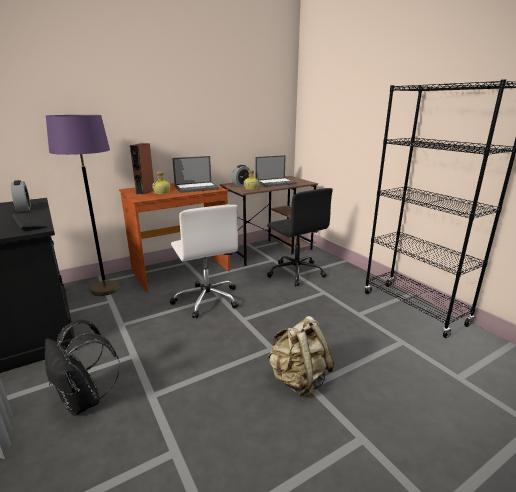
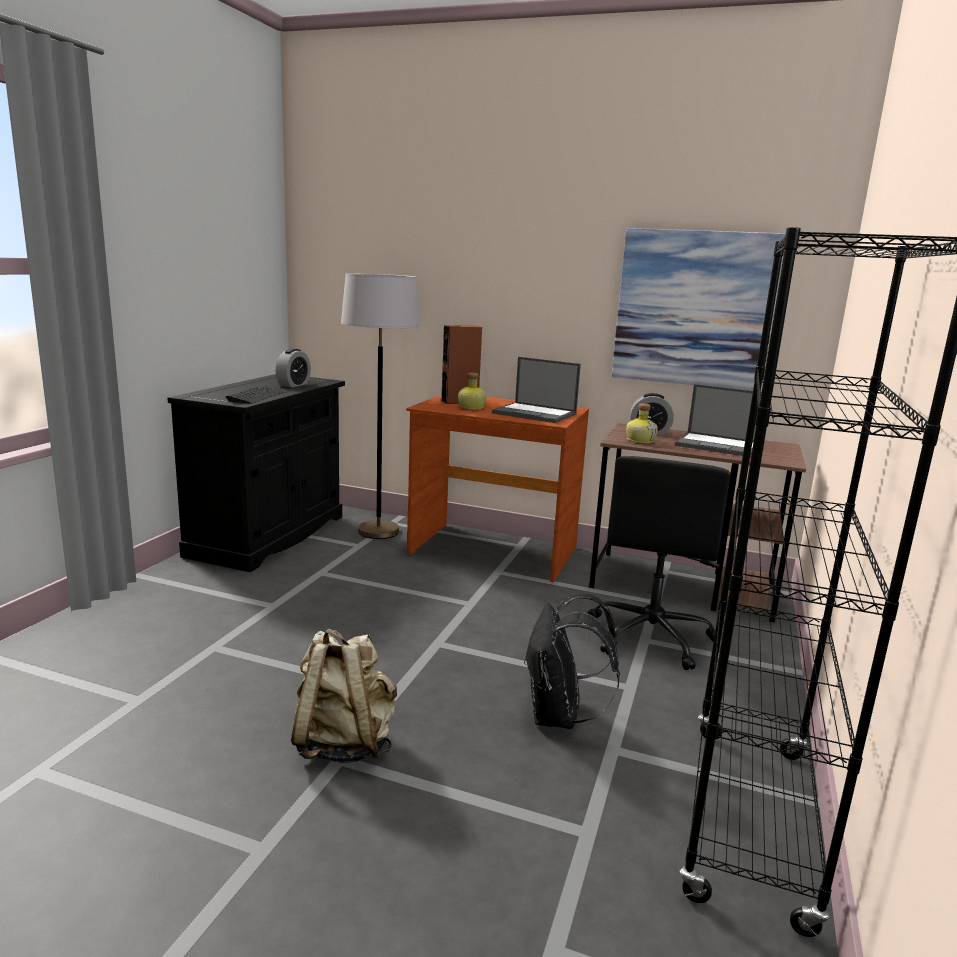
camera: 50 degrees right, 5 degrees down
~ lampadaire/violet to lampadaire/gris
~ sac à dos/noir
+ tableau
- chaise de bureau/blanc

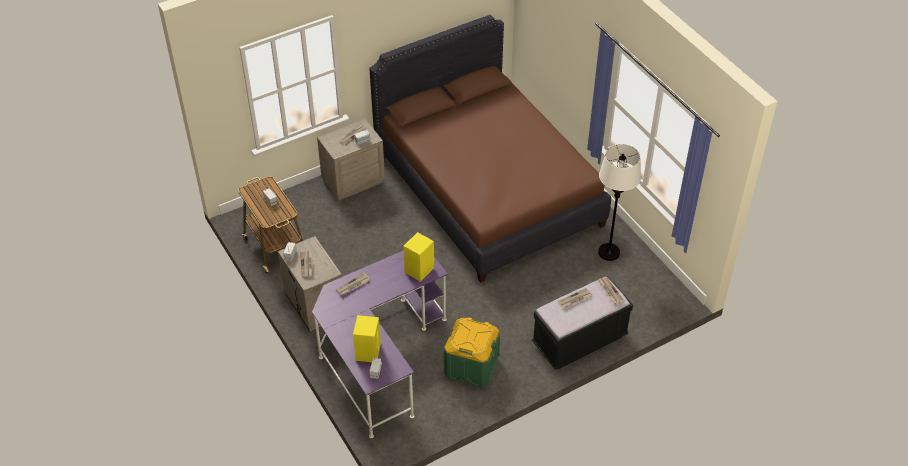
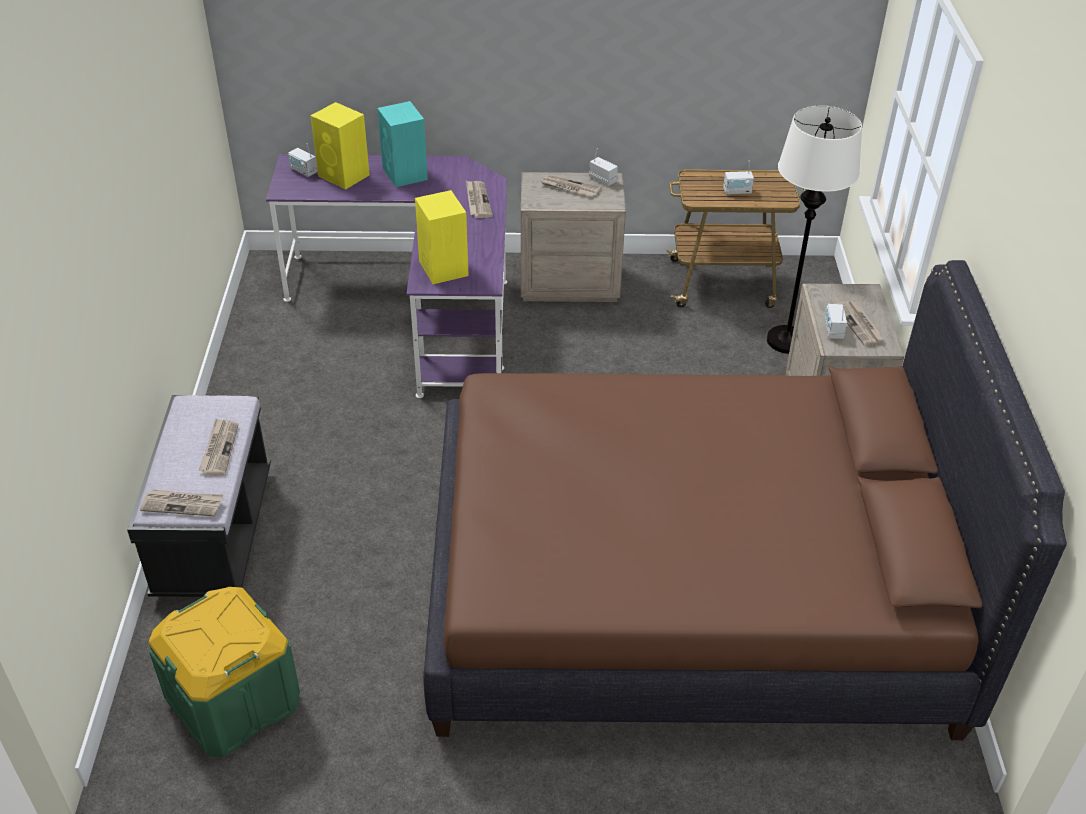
camera: 120 degrees right, 5 degrees down
~ boîte de rangement/vert
+ enceinte/turquoise
~ lampadaire/blanc

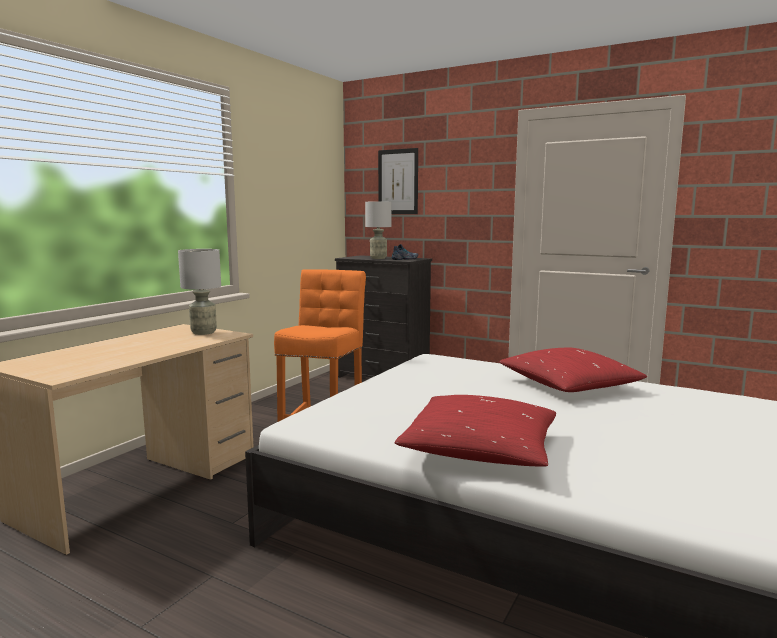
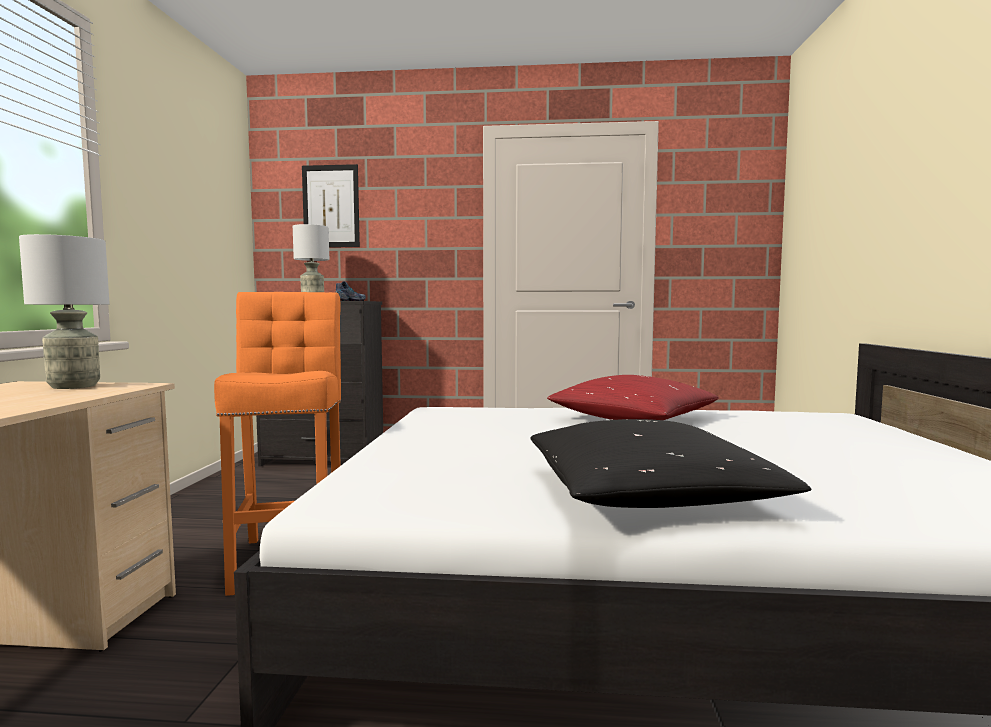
camera: 25 degrees left, 5 degrees down
~ coussin/rouge (no. 1 from left) to coussin/noir

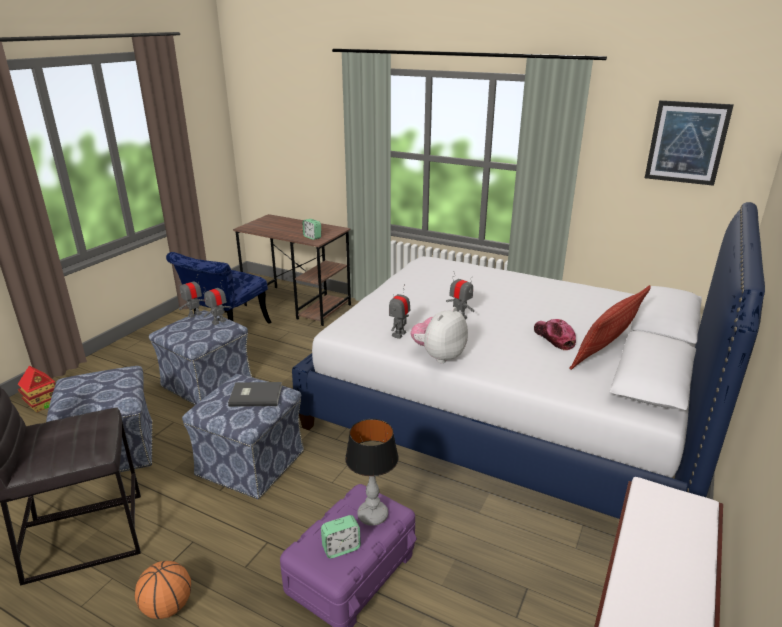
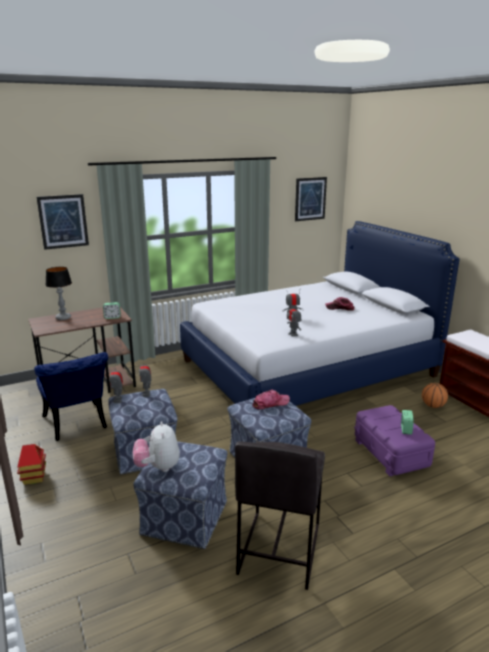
camera: 55 degrees left, 5 degrees down
~ maison miniature
+ tableau (no. 1 from left)
~ lampe de table
~ peluche
~ livre/gris to casquette (no. 1 from left)
~ ballon de basket
- coussin

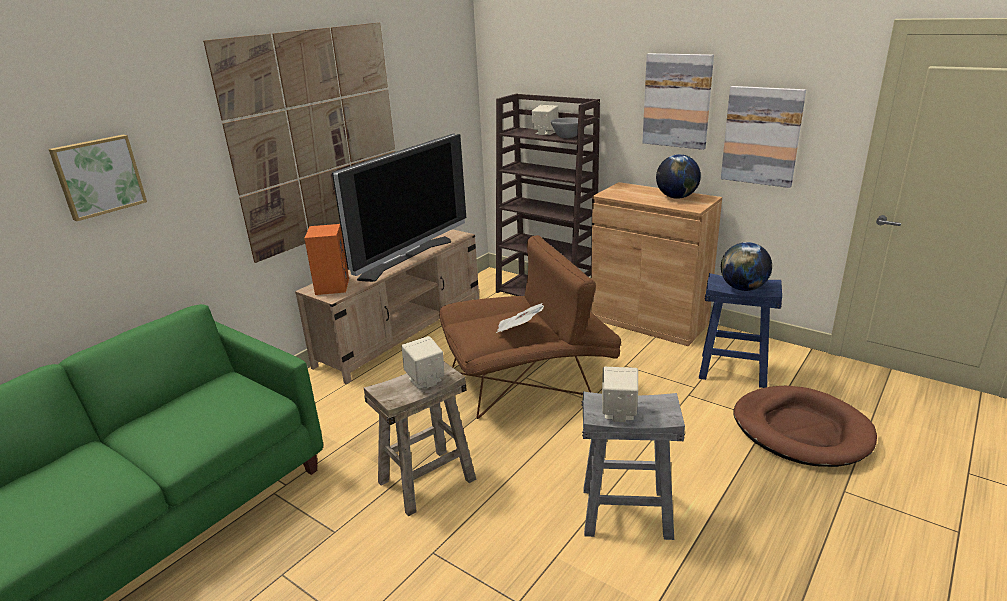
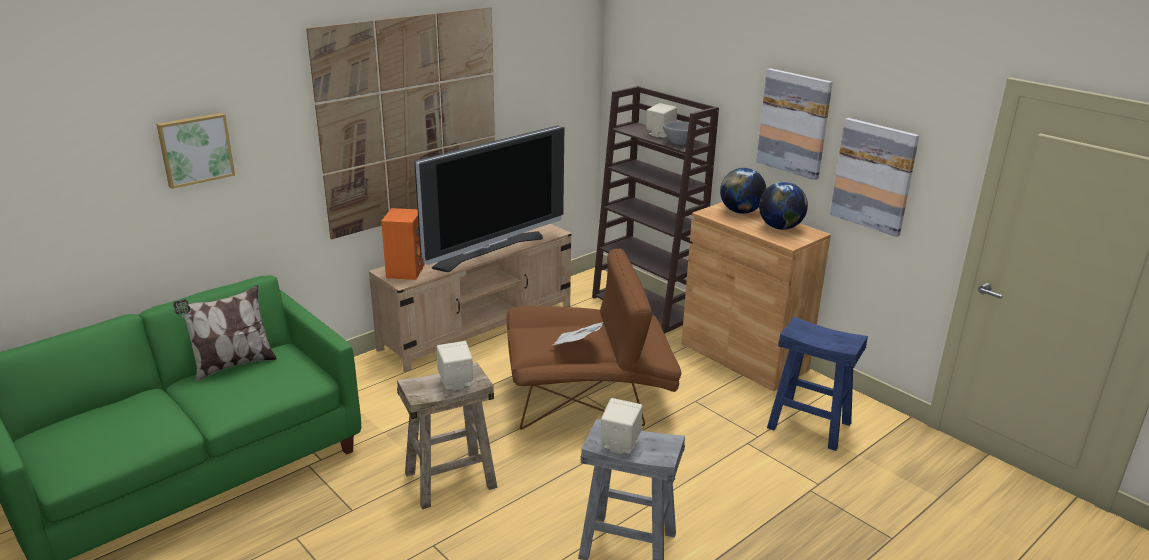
camera: 10 degrees right, 0 degrees up
+ coussin
~ globe (no. 2 from left in the first image) to globe (no. 1 from left)
- panier pour chien/marron

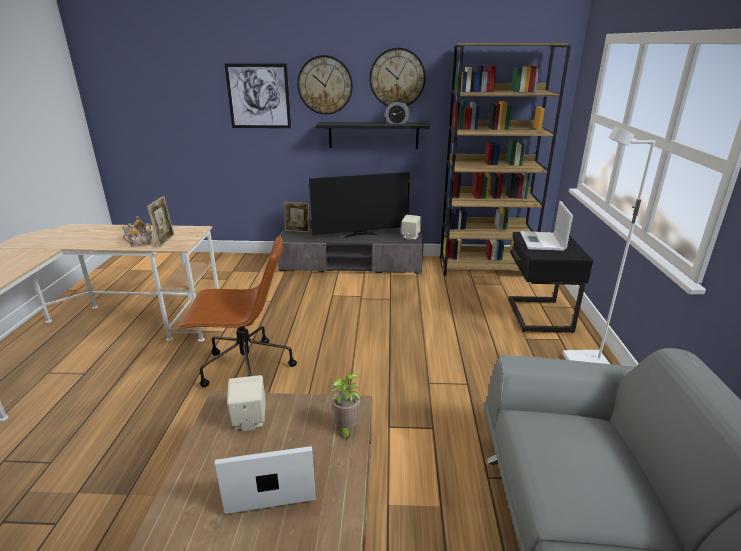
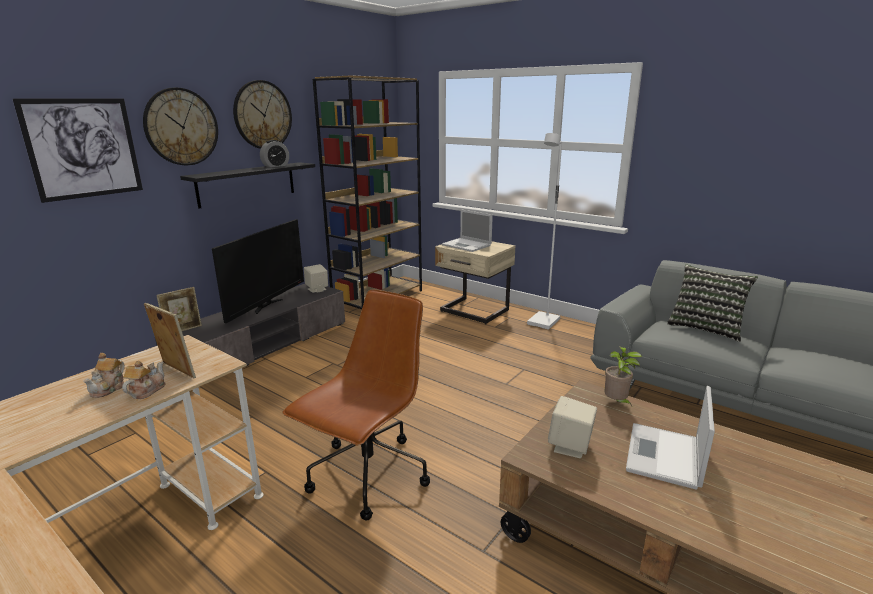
camera: 55 degrees left, 5 degrees down
~ table de chevet/noir to table de chevet/beige
+ coussin

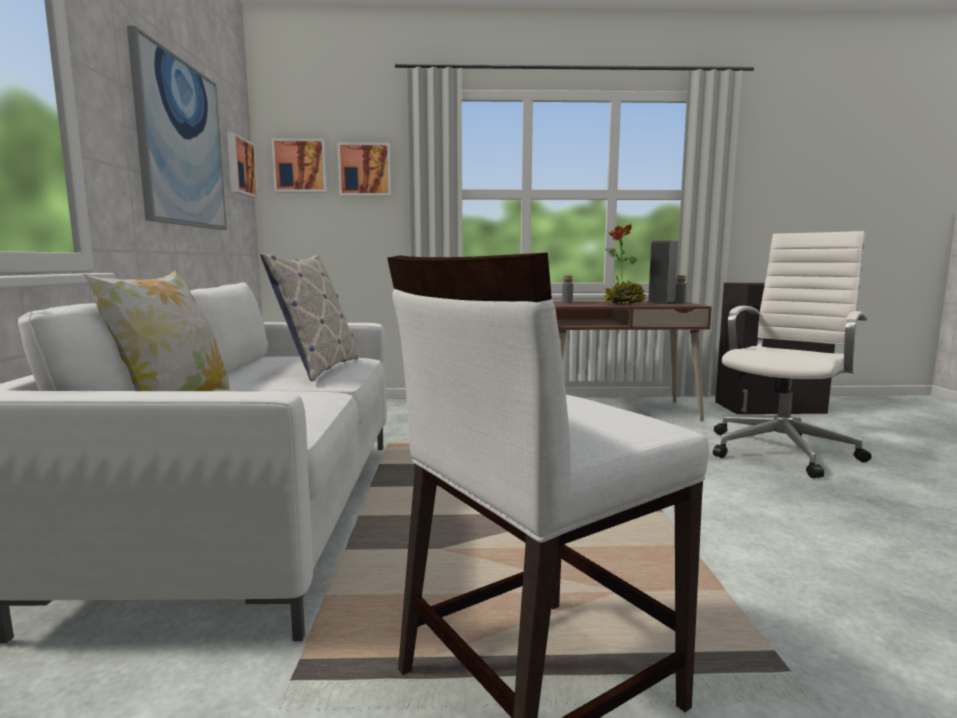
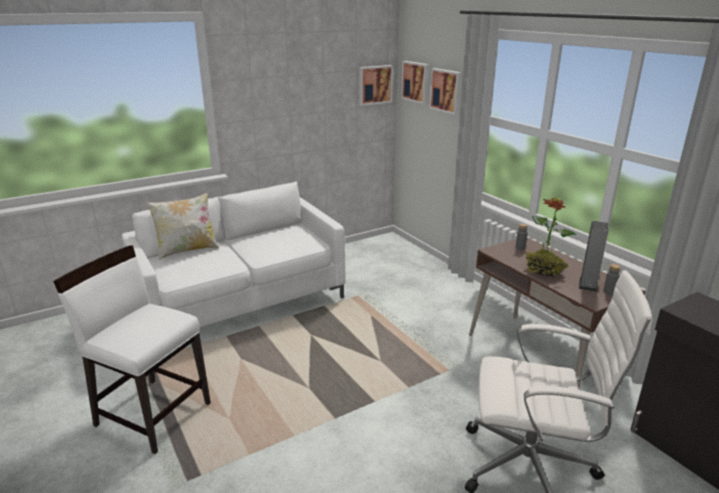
camera: 60 degrees right, 15 degrees up
- tableau (no. 1 from left)
- coussin (no. 2 from left)

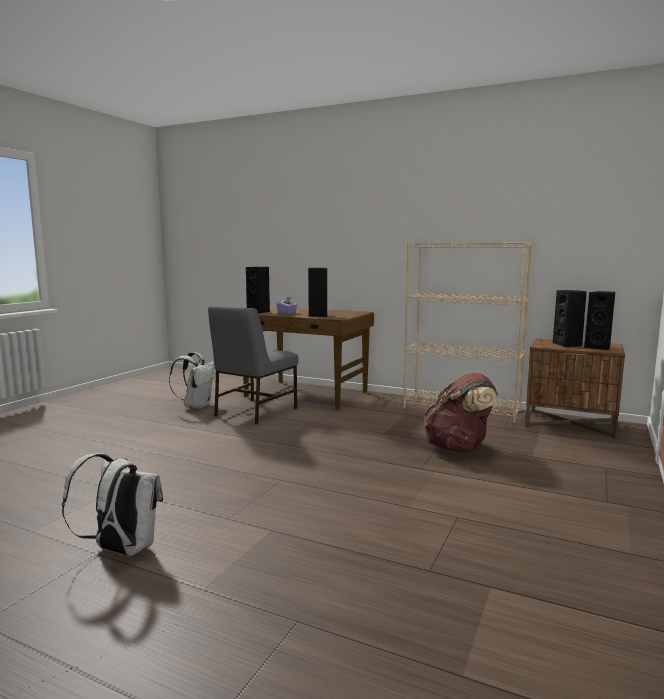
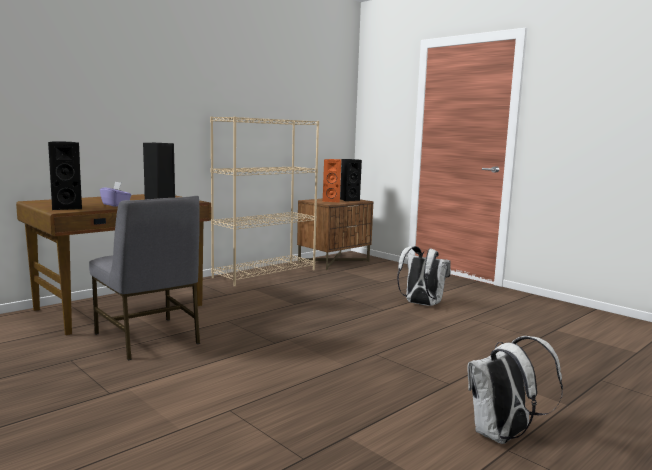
camera: 70 degrees left, 0 degrees up
~ enceinte/noir (no. 3 from left) to enceinte/orange
~ sac à dos/blanc (no. 2 from left in the first image) to sac à dos/blanc (no. 1 from left)
- sac à dos/marron

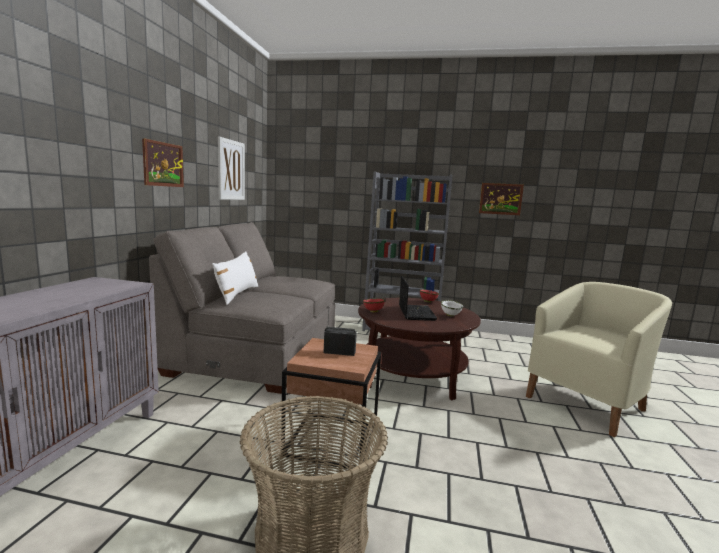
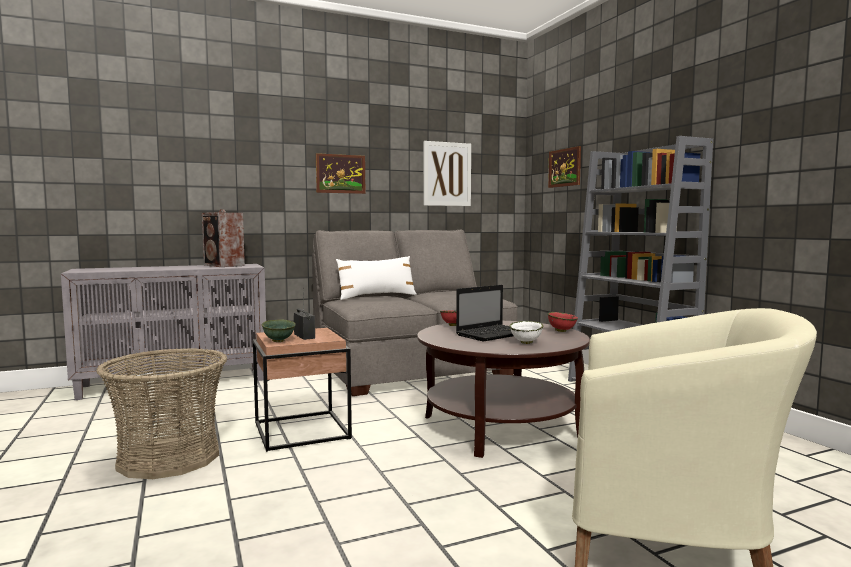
camera: 55 degrees right, 5 degrees down
+ enceinte
+ bol/vert
~ tableau (no. 3 from left)

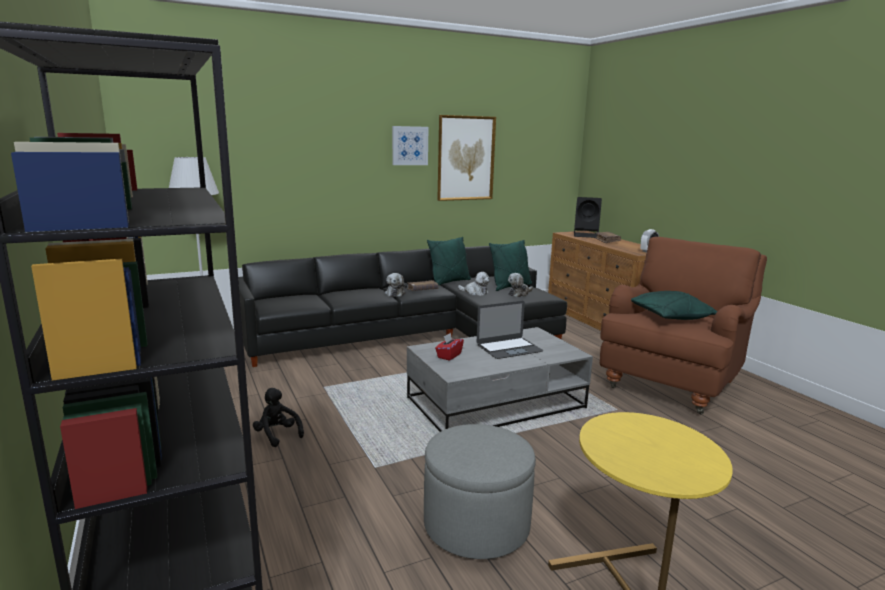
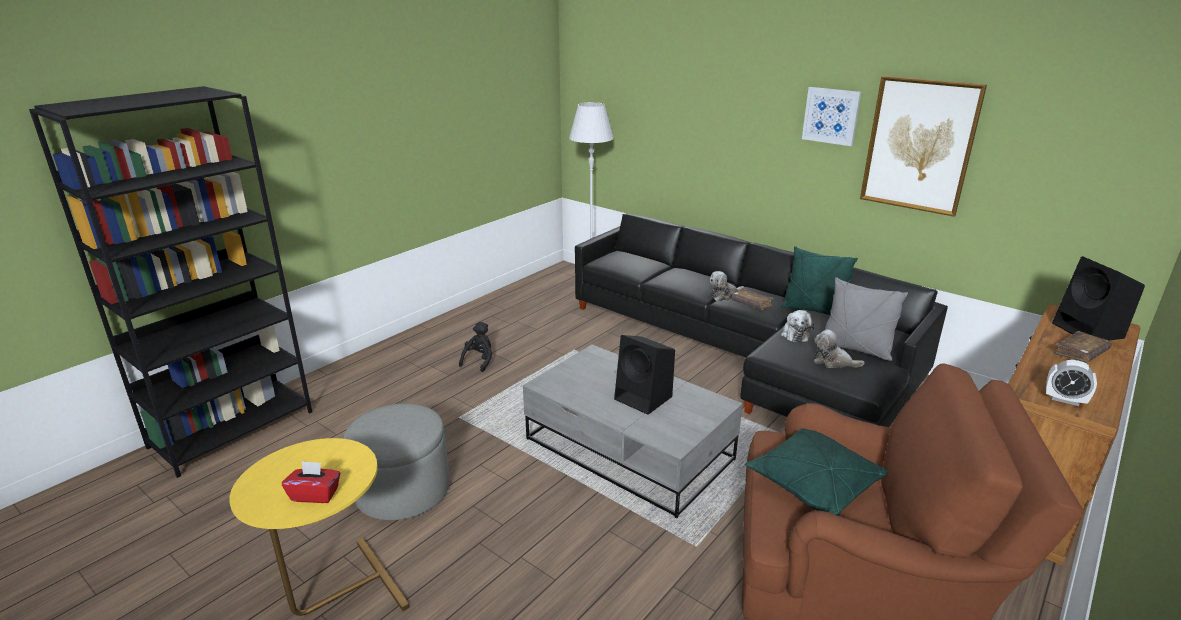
camera: 65 degrees right, 10 degrees up
~ boîte à mouchoirs/rouge
~ ordinateur portable to enceinte/noir (no. 1 from left)
~ coussin/vert (no. 2 from left) to coussin/gris

